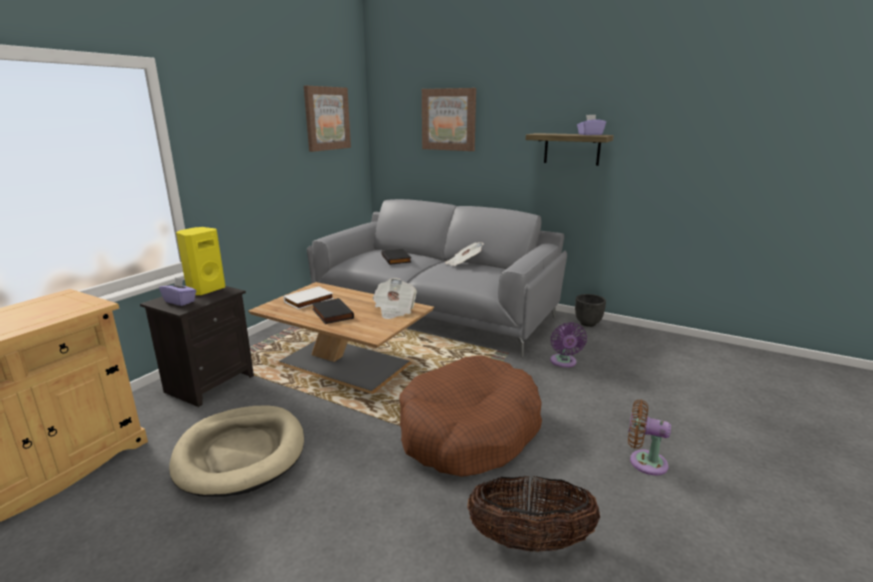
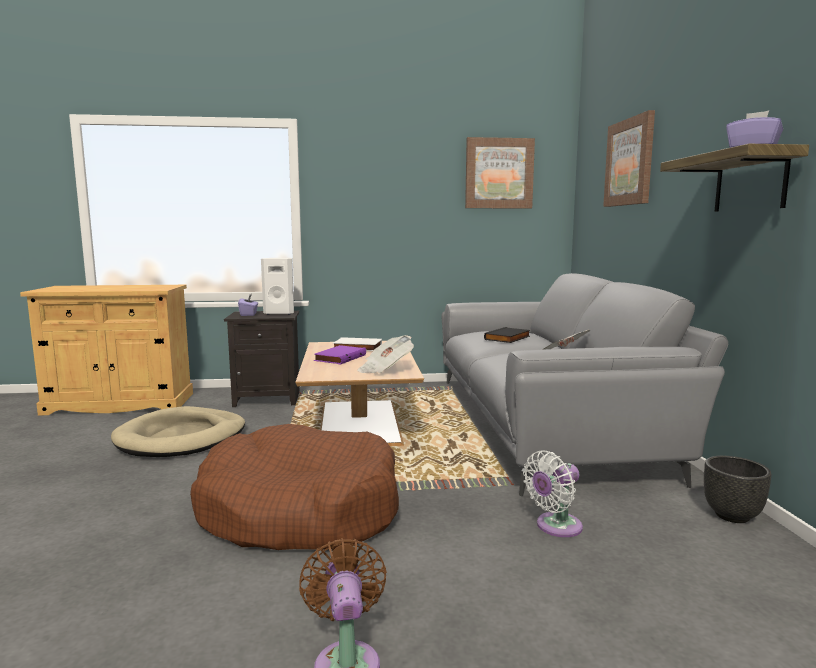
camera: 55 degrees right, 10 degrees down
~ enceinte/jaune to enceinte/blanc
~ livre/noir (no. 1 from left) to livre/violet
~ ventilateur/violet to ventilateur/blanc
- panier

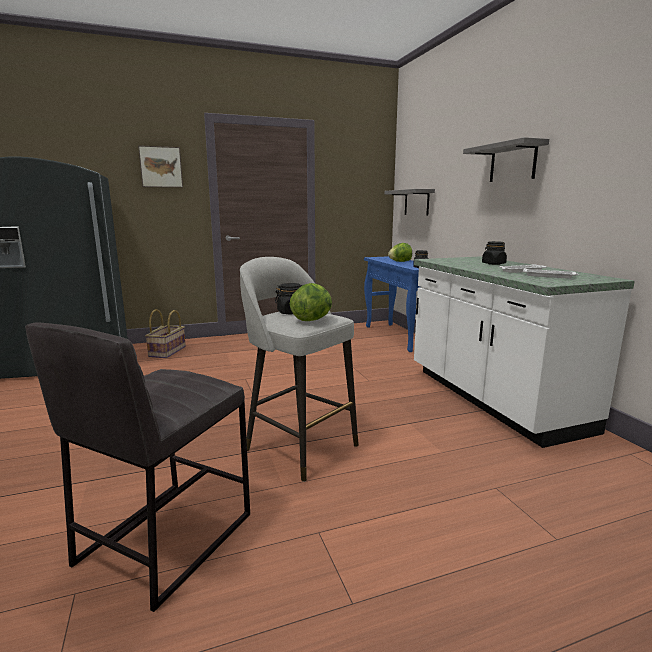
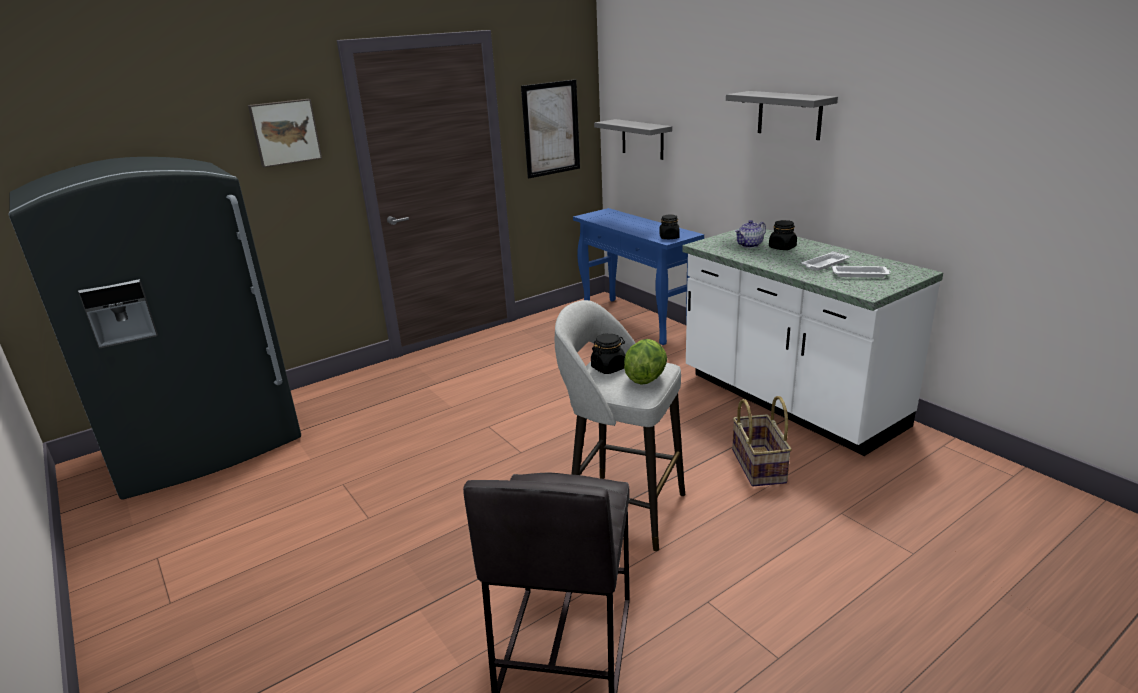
camera: 15 degrees left, 10 degrees up
+ tableau (no. 2 from left)
~ panier
+ théière
- laitue (no. 2 from left)

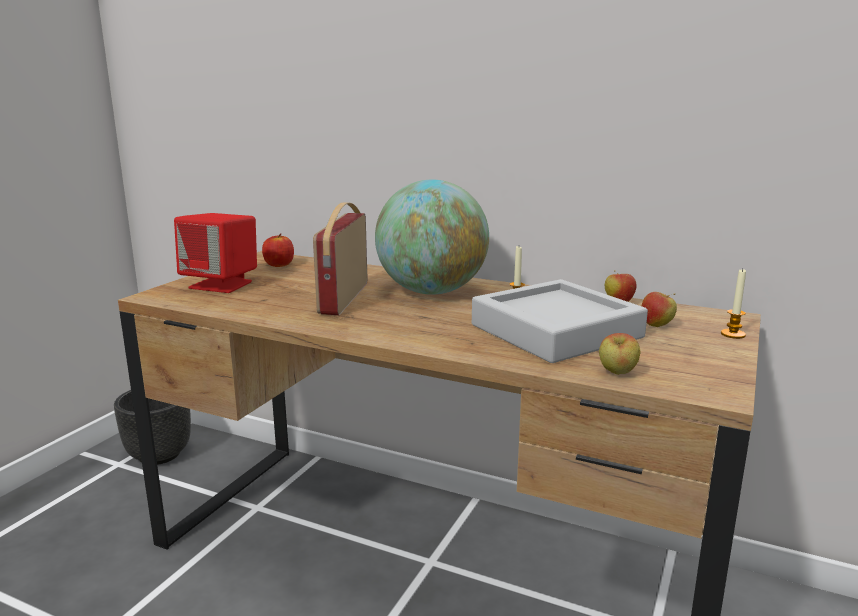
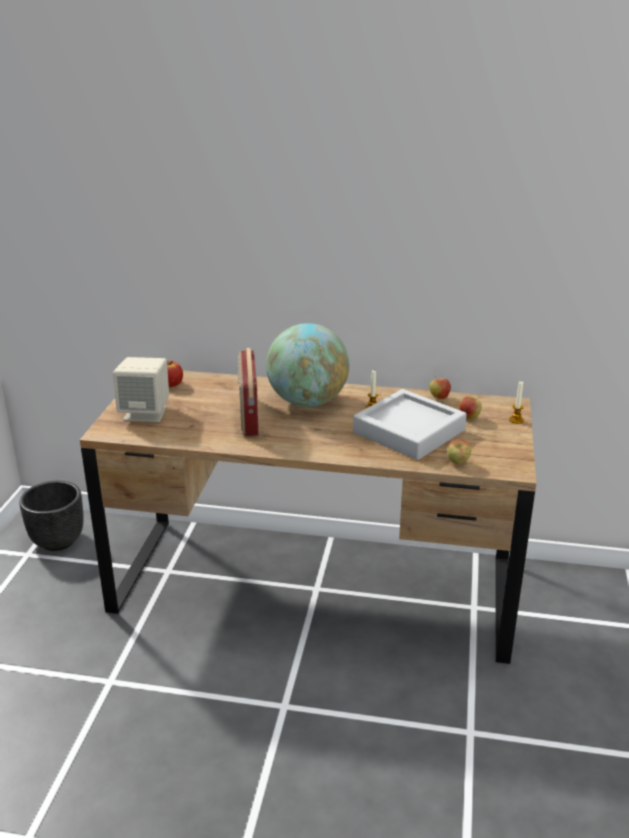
camera: 15 degrees left, 10 degrees up
~ enceinte/rouge to enceinte/beige

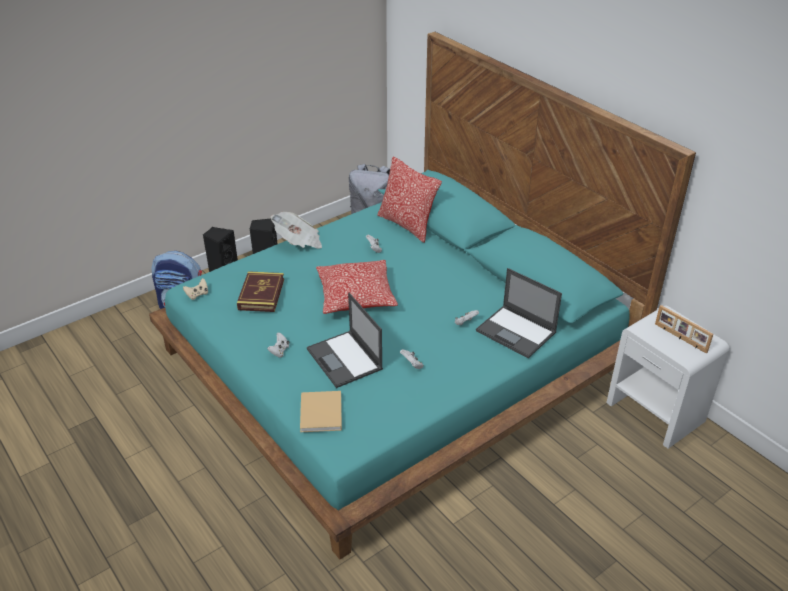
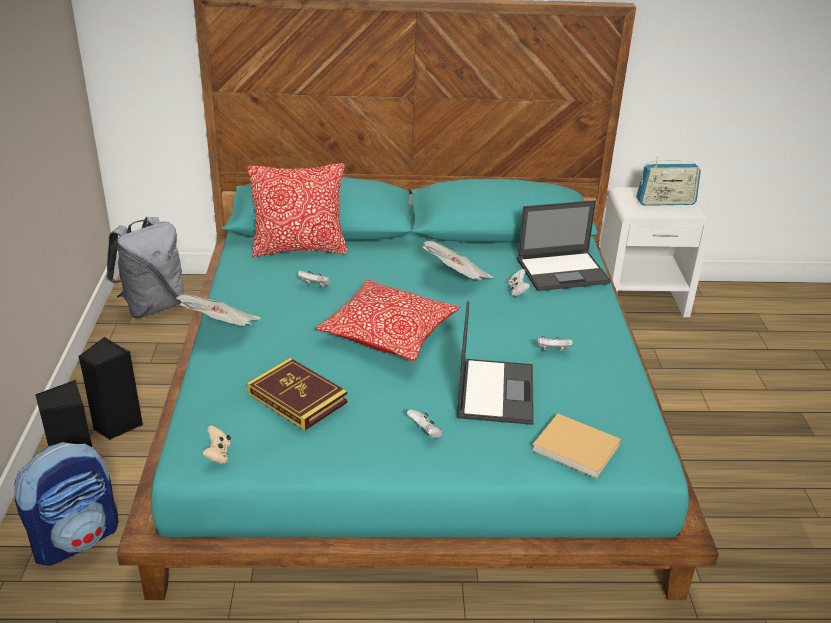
camera: 55 degrees left, 5 degrees down
+ journal (no. 2 from left)
~ ordinateur portable (no. 1 from left) 90 degrees counterclockwise
~ cadre photo to radio

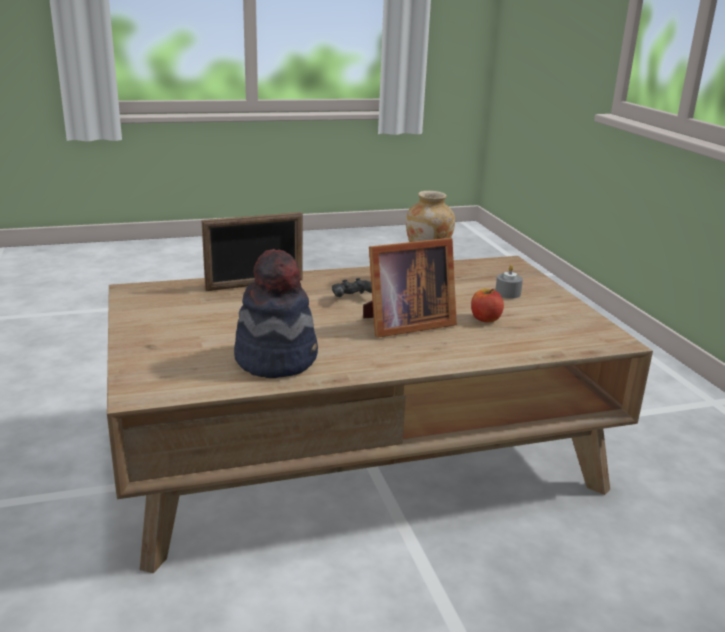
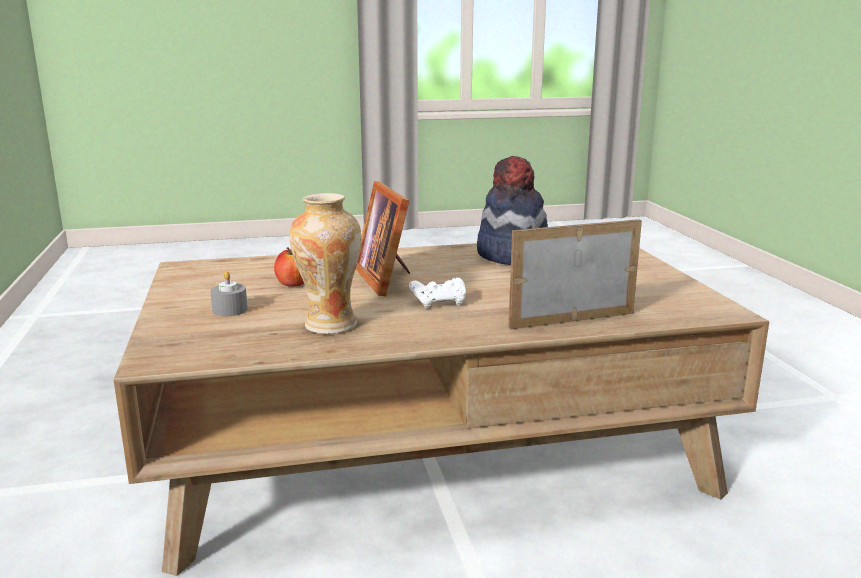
camera: 175 degrees left, 5 degrees down
~ cadre photo (no. 2 from left in the first image) 90 degrees counterclockwise
~ manette/noir to manette/blanc

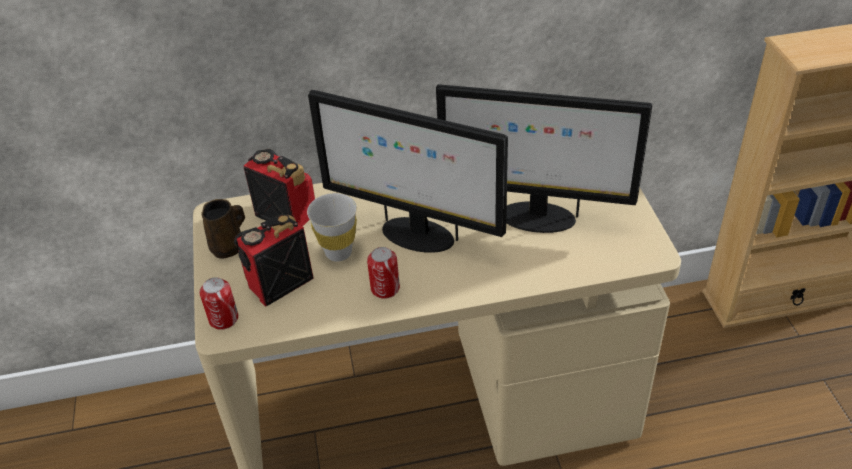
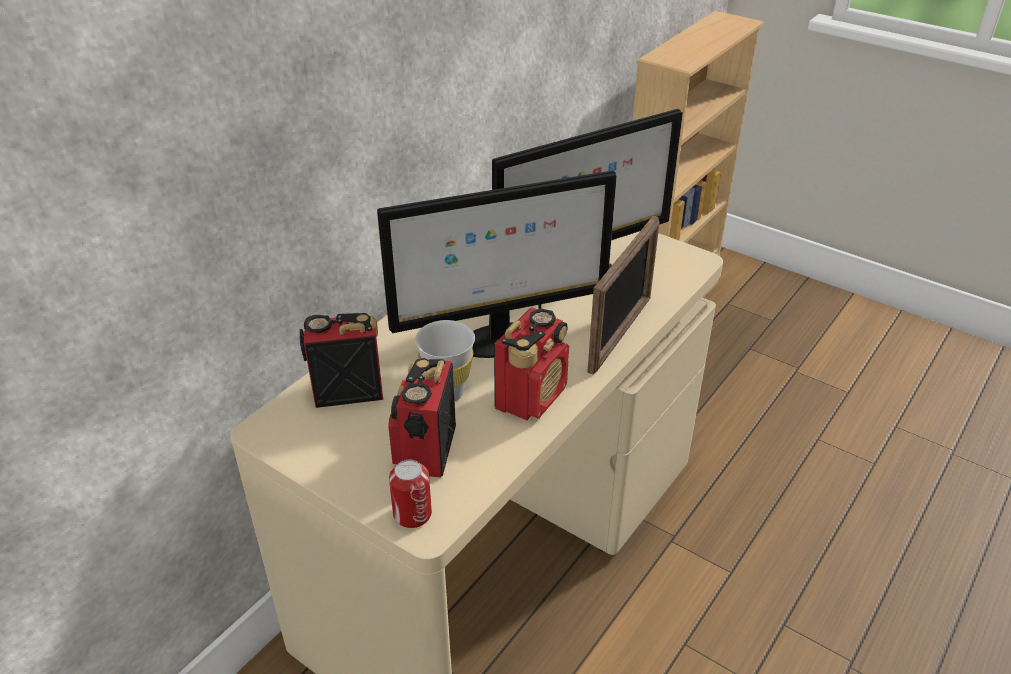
camera: 45 degrees left, 5 degrees down
~ boîte métallique (no. 2 from left) to radio (no. 3 from left)
+ cadre photo
- mug/marron

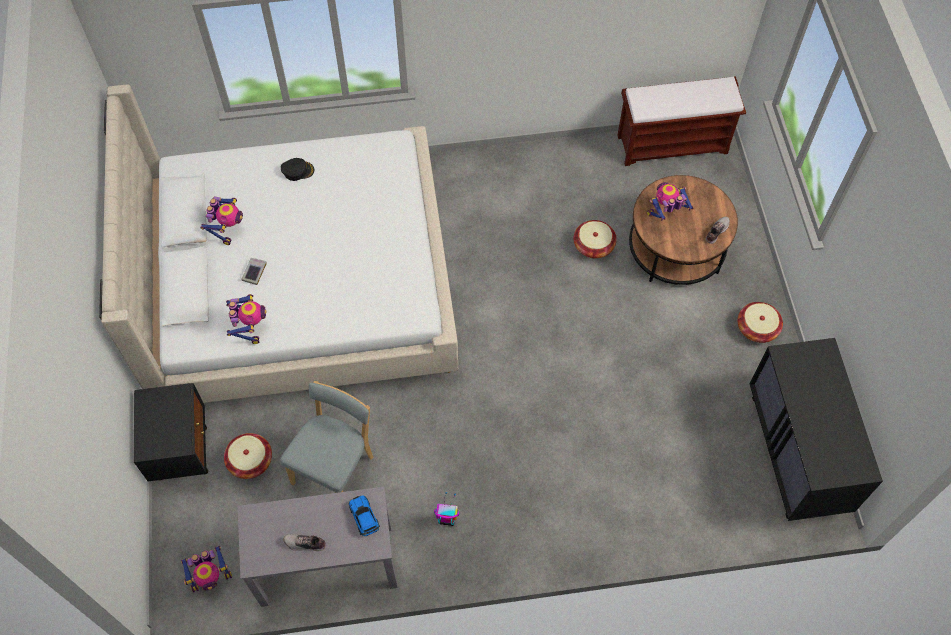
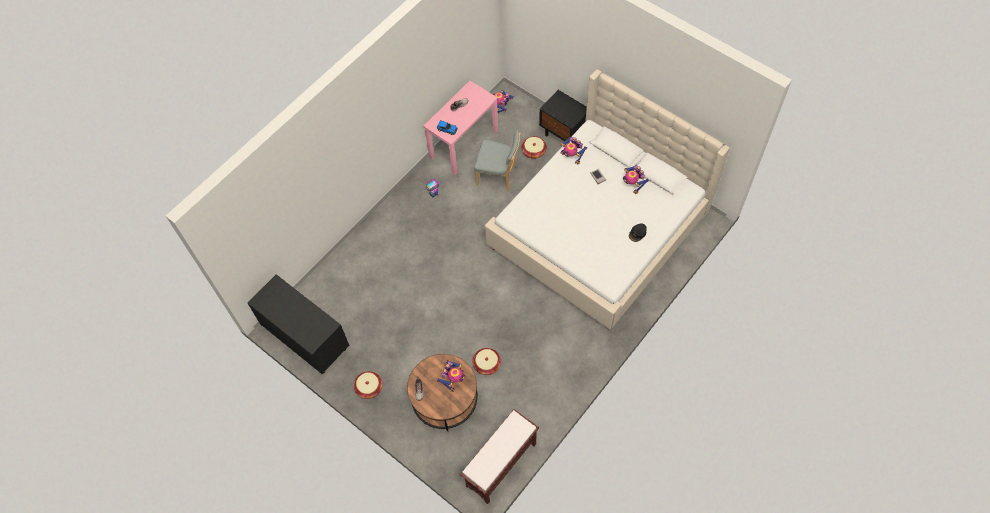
camera: 140 degrees right, 0 degrees up
~ bureau/gris to bureau/rose
~ chaise/gris 60 degrees counterclockwise

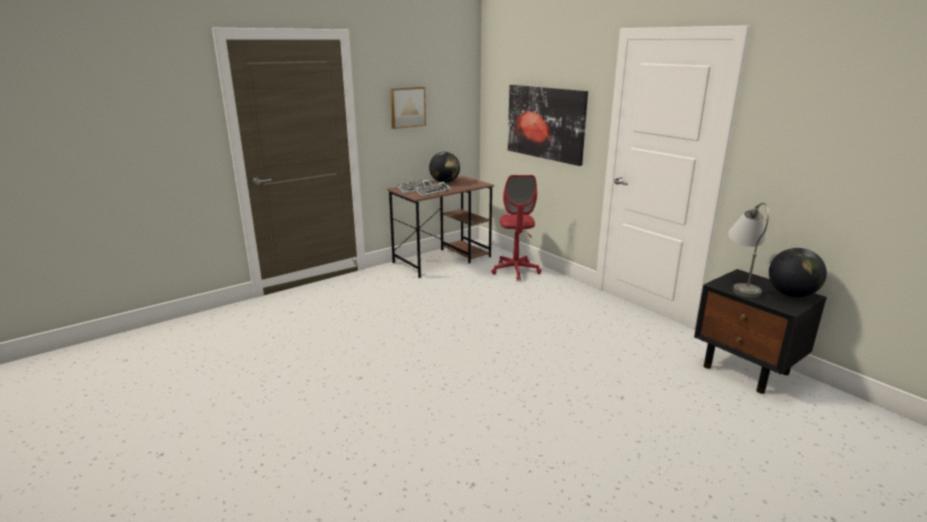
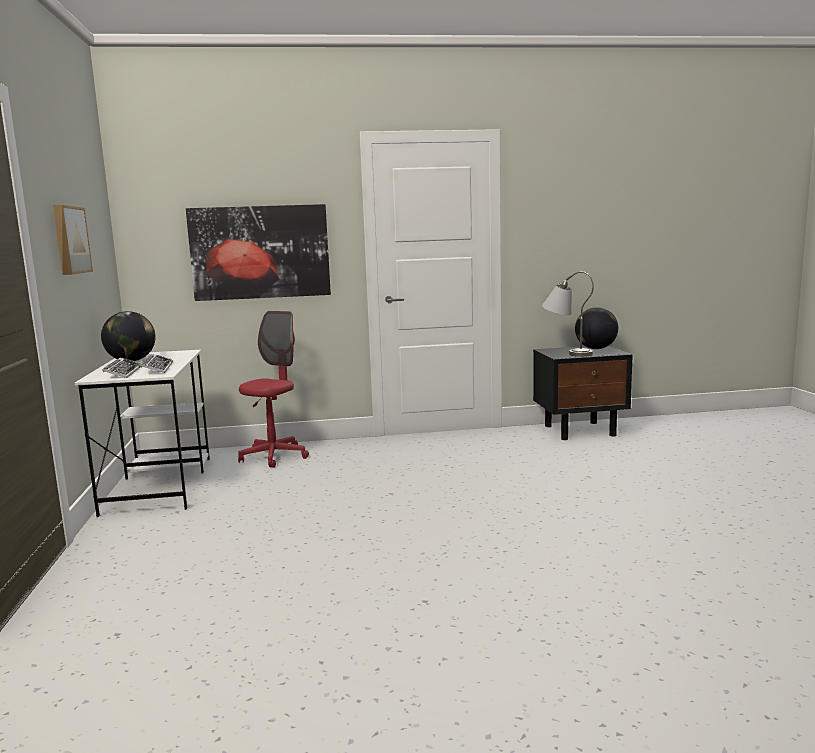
camera: 60 degrees left, 10 degrees down
~ bureau/marron to bureau/blanc
~ chaise de bureau/rouge 90 degrees counterclockwise

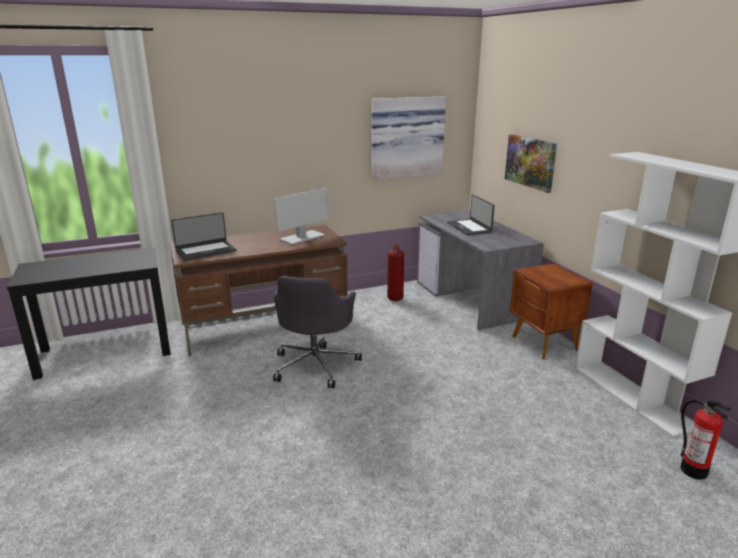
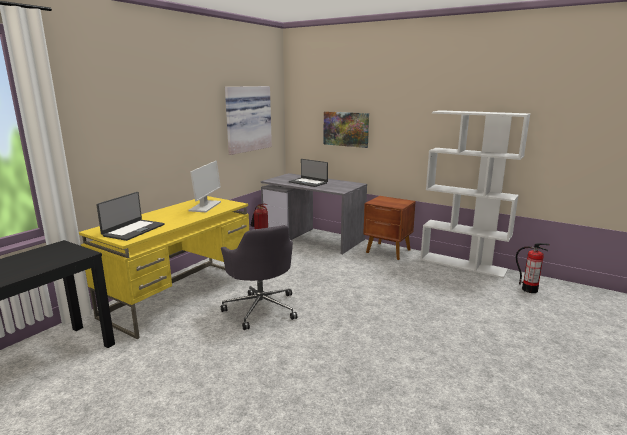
camera: 35 degrees left, 5 degrees down
~ bureau/marron to bureau/jaune

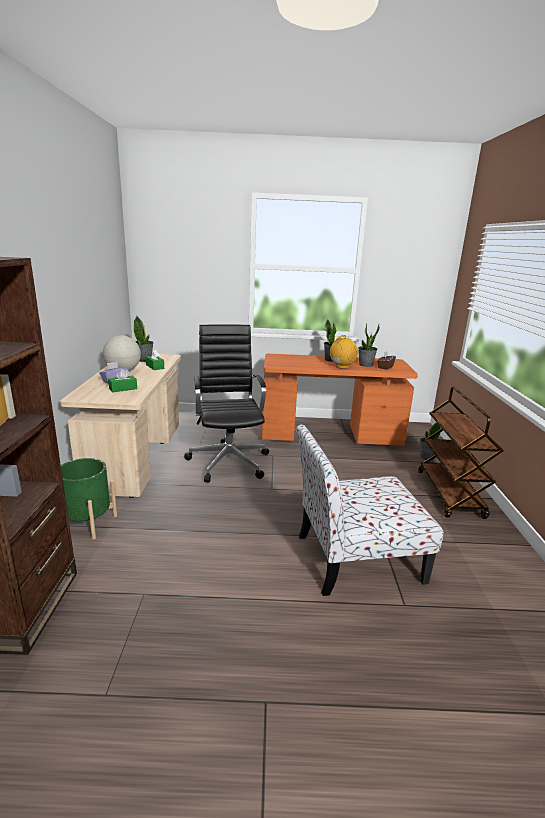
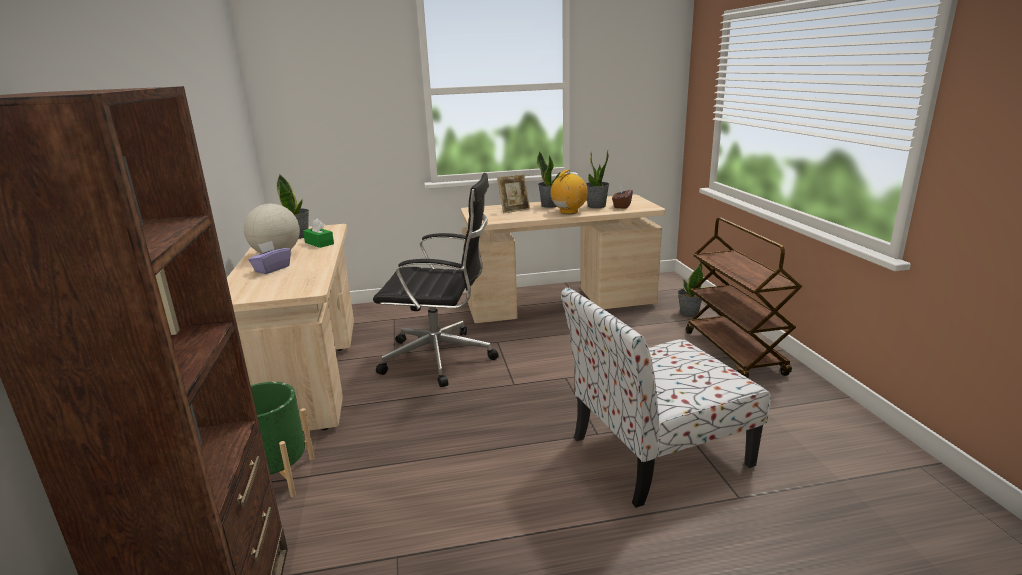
camera: 10 degrees left, 0 degrees up
~ chaise de bureau/noir 120 degrees clockwise
~ bureau/orange to bureau/beige (no. 2 from left)
+ cadre photo
- boîte à mouchoirs/vert (no. 1 from left)

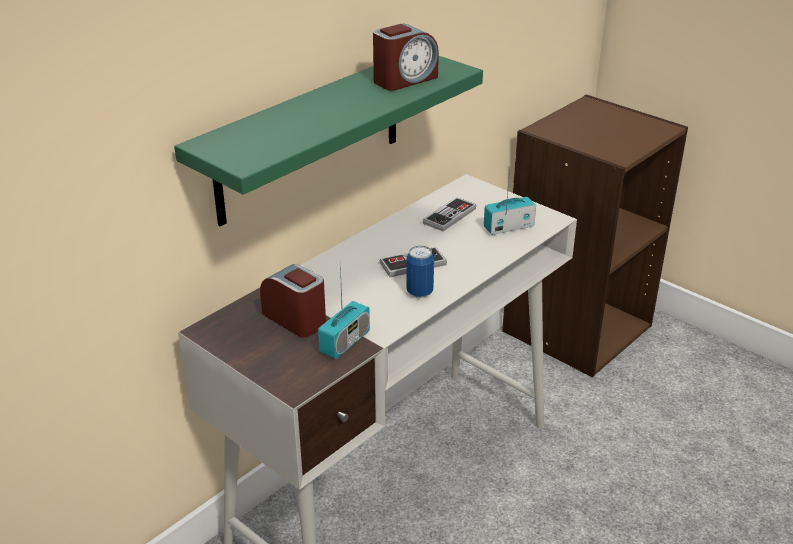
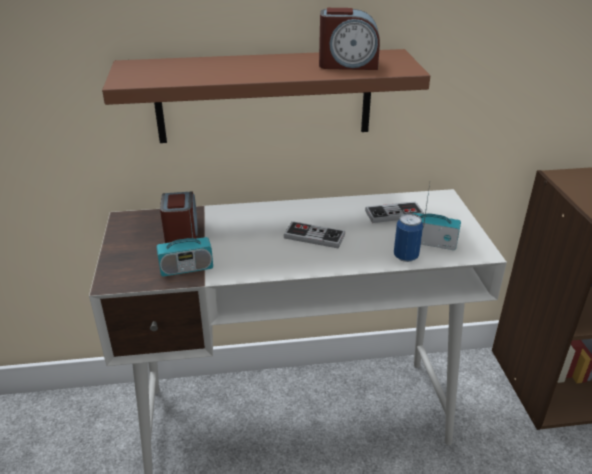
camera: 40 degrees right, 0 degrees up
~ étagère/vert to étagère/marron
~ boîte métallique

